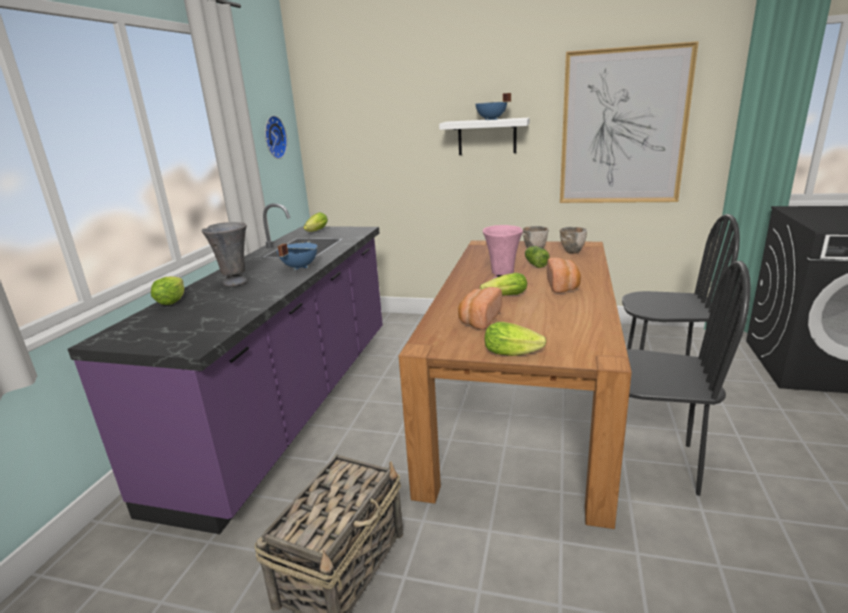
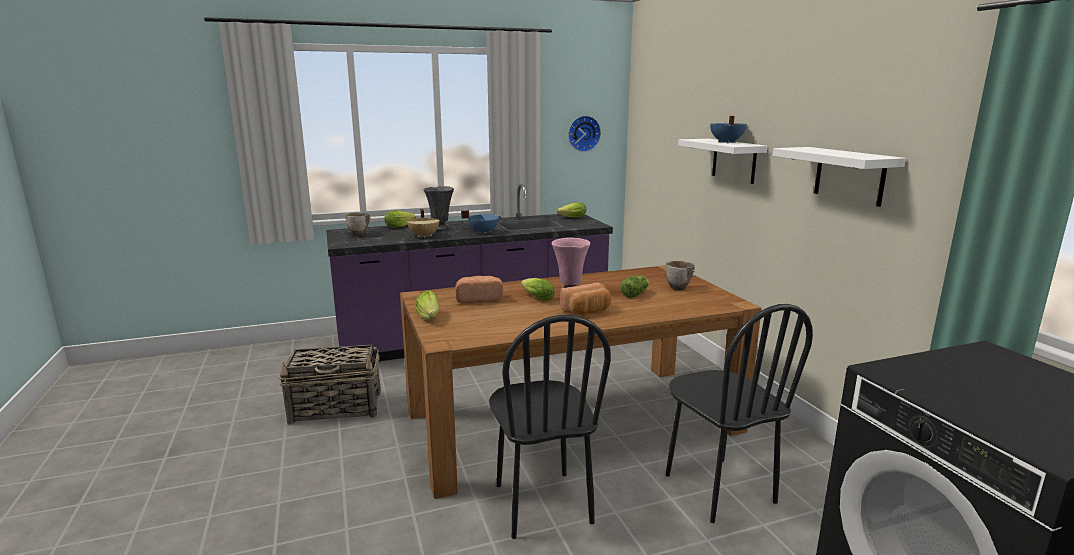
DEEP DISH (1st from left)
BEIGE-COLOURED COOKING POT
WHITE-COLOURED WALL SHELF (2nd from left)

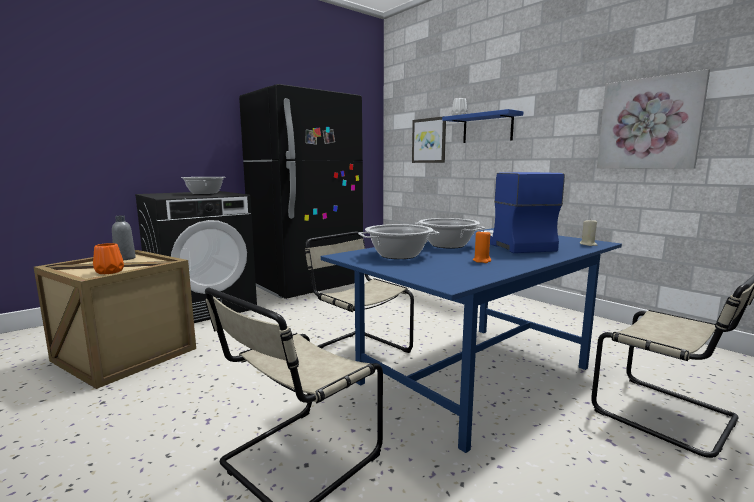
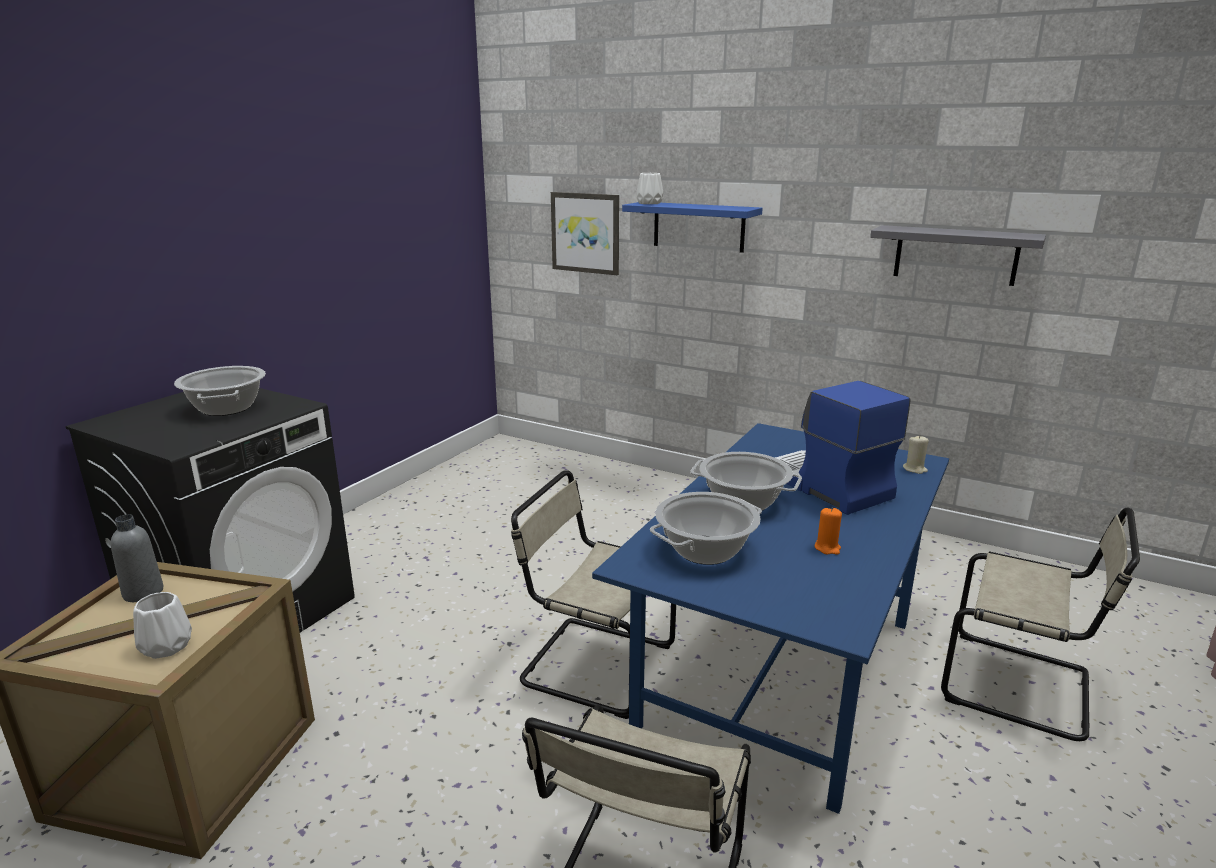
WHITE-COLOURED FLOWER VASE (1st from left)
GREY WALL SHELF
BLACK KITCHEN FRIDGE

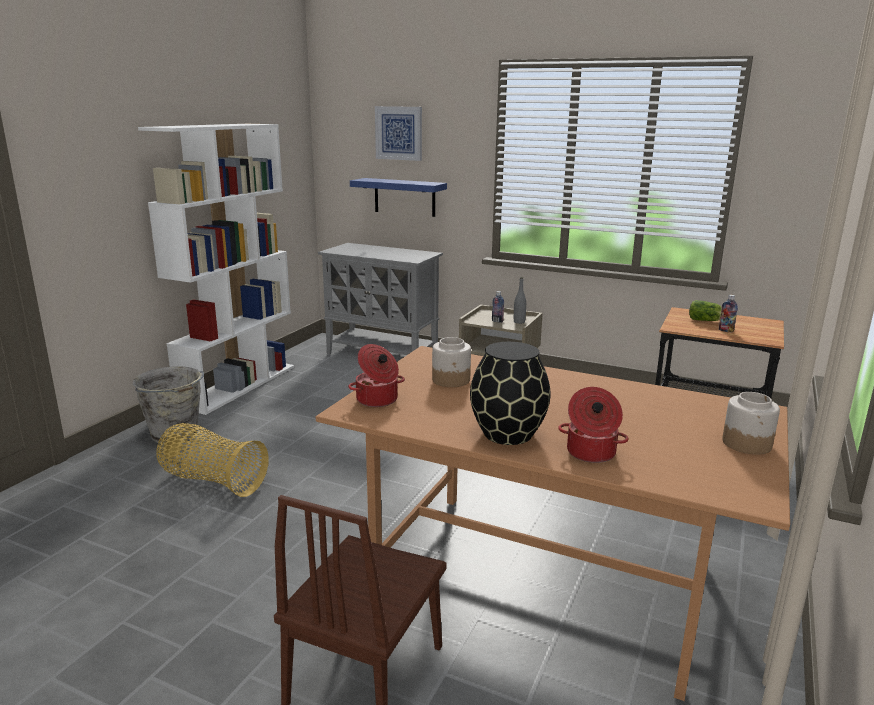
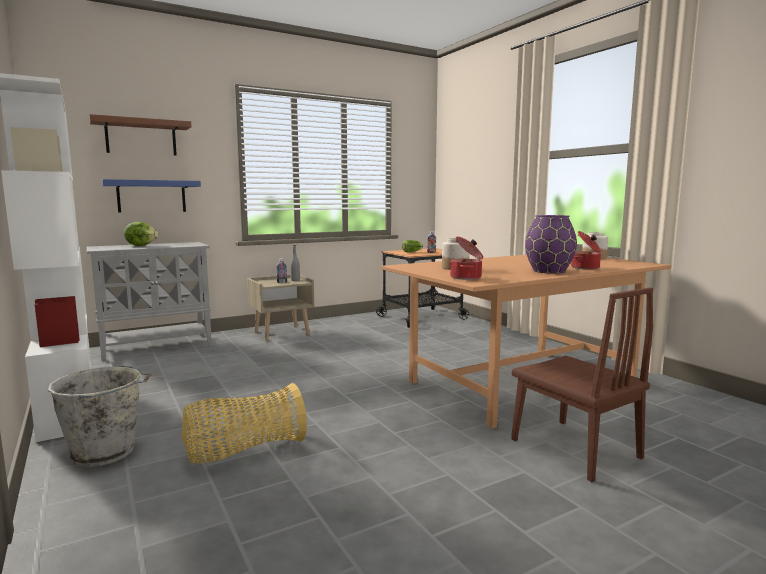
BROWN-COLOURED WALL SHELF
HEAD OF LETTUCE (1st from left)
PURPLE-COLOURED FLOWER VASE

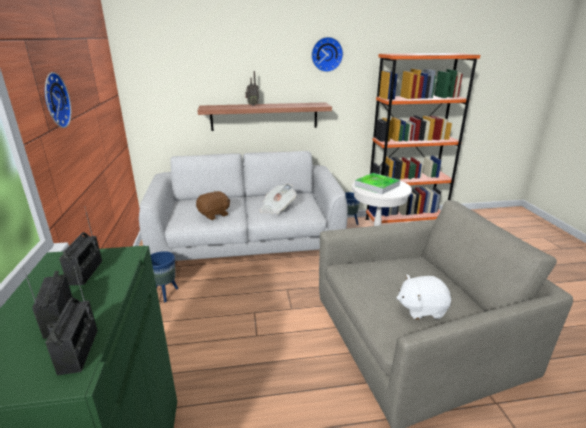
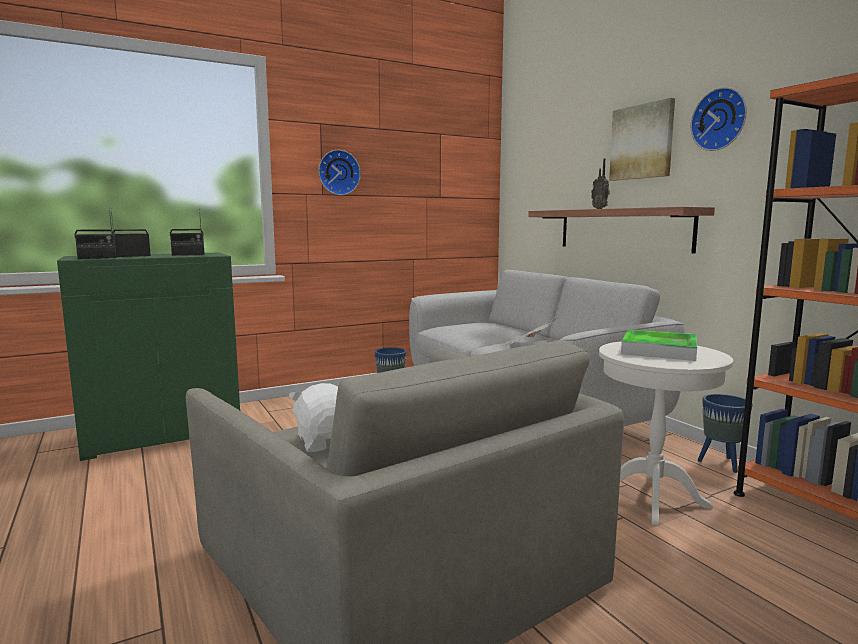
WALL PICTURE
BROWN-COLOURED CUDDLY TOY

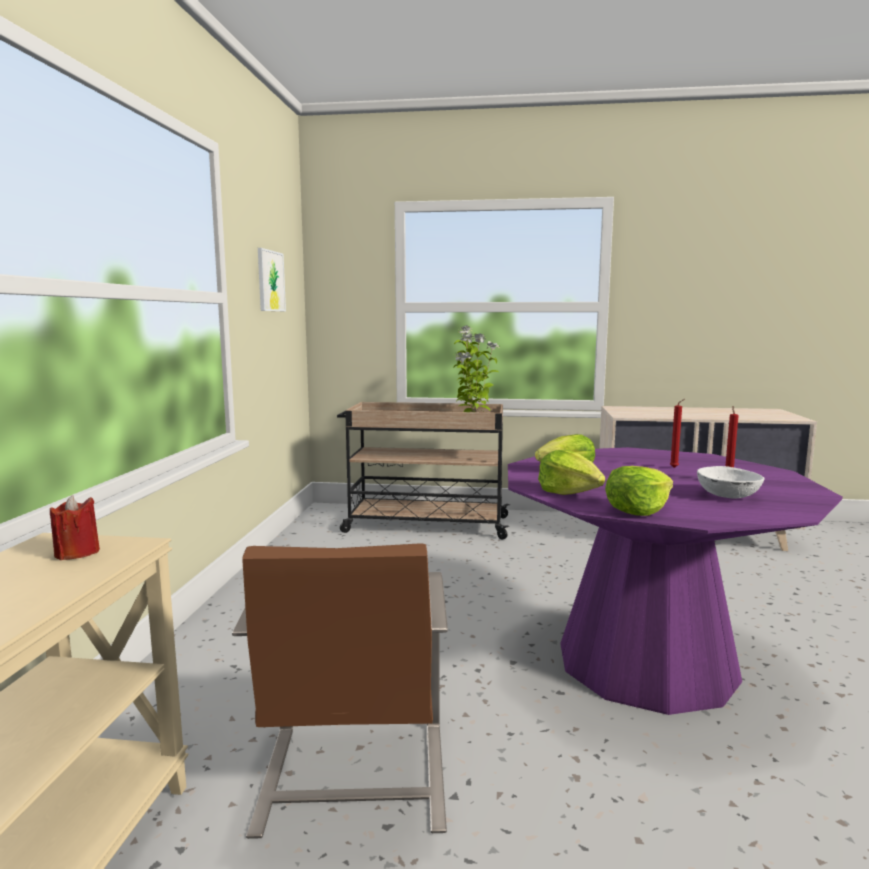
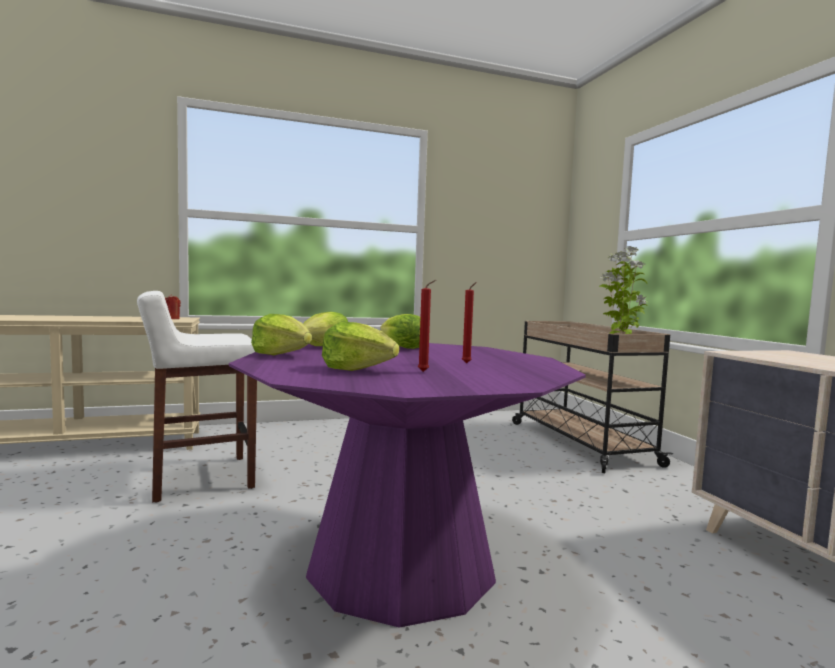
WHITE-COLOURED STOOL
HEAD OF LETTUCE (3rd from left)
WALL PICTURE

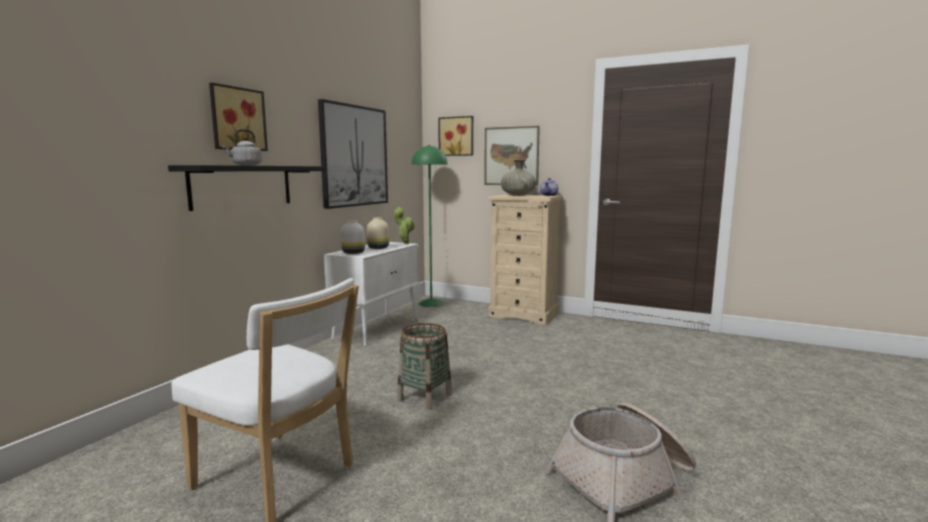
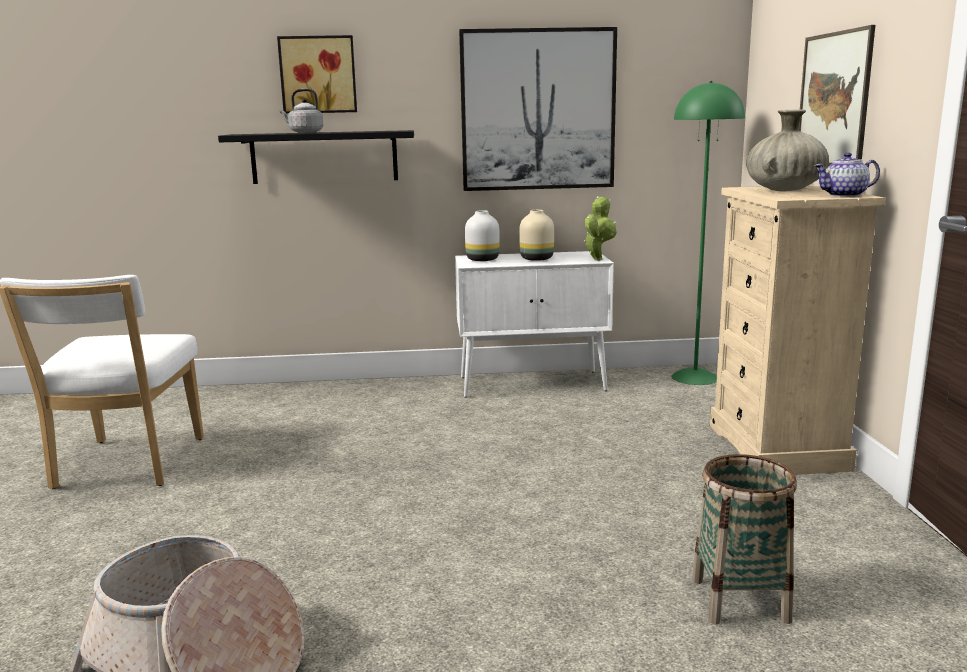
HOUSEHOLD BASKET (2nd from left)
WALL PICTURE (3rd from left in the first image)

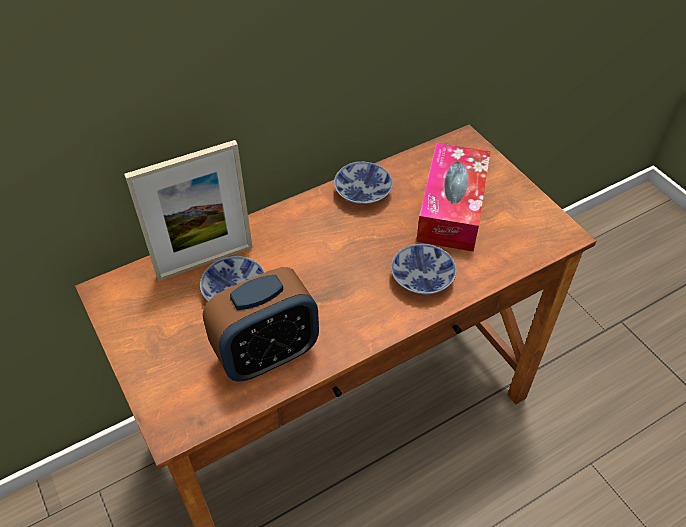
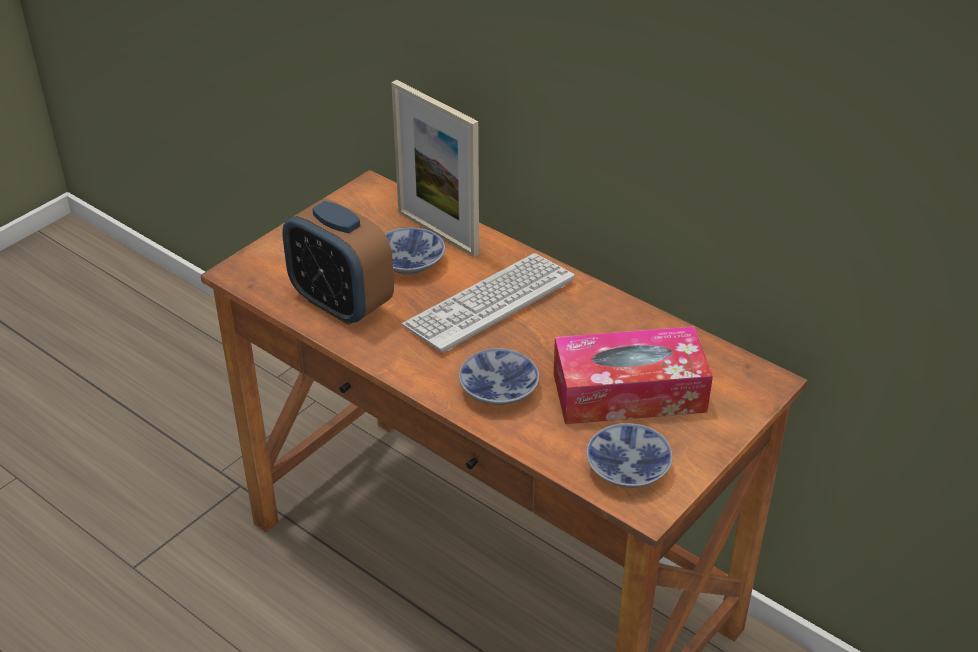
KEYBOARD
DEEP DISH (3rd from left)

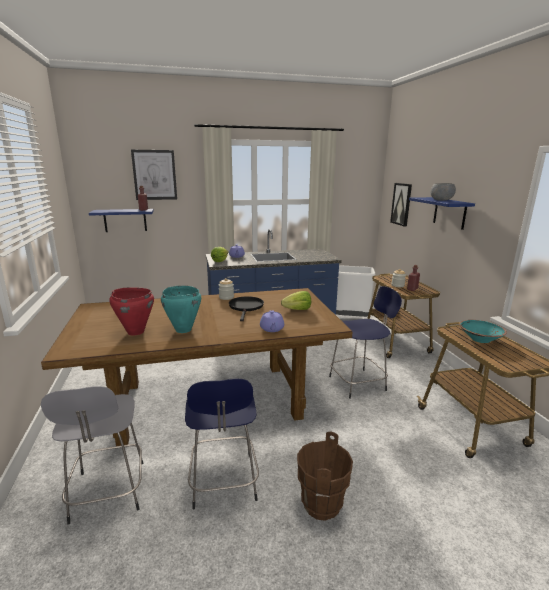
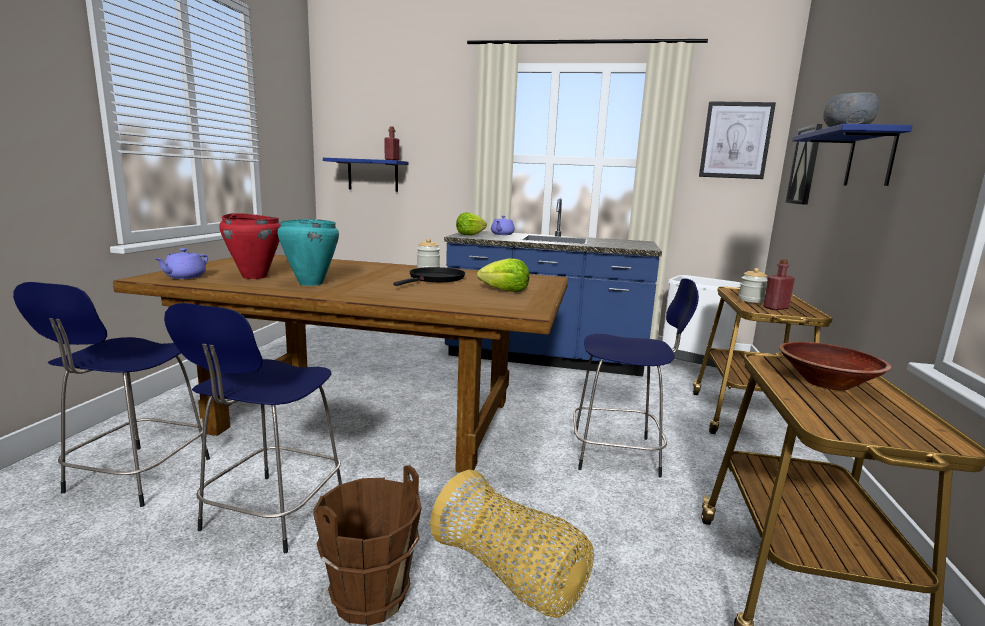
BLUISH STOOL (1st from left)
PURPLE-COLOURED TEAPOT (1st from left)
HOUSEHOLD BASKET
WALL PICTURE (1st from left)
BROWN-COLOURED DEEP DISH

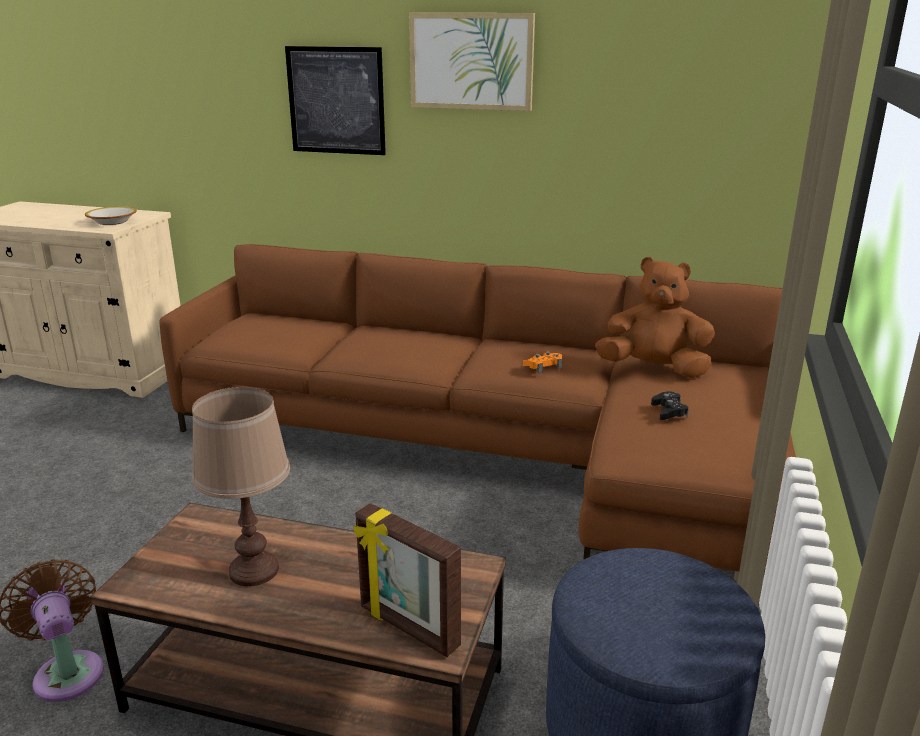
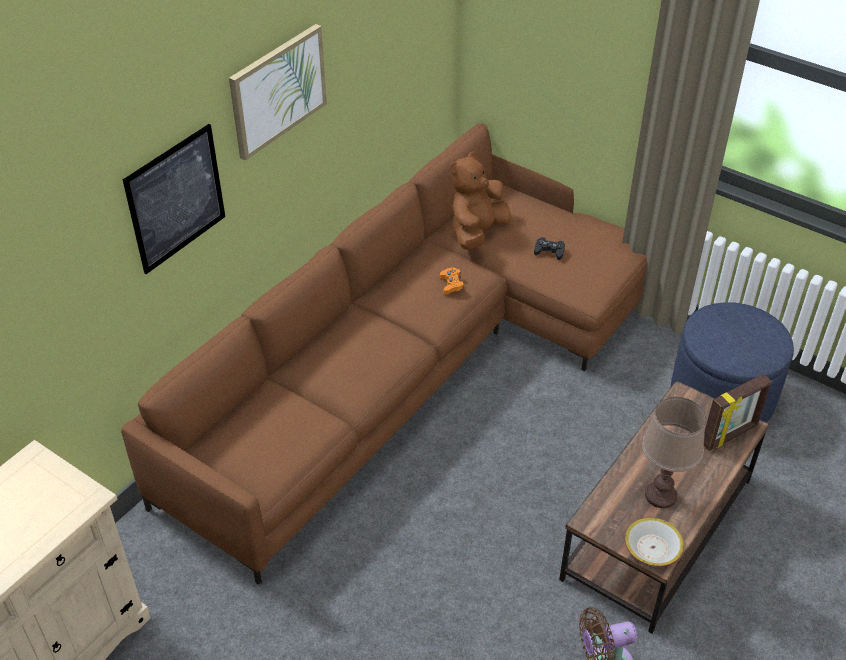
DEEP DISH

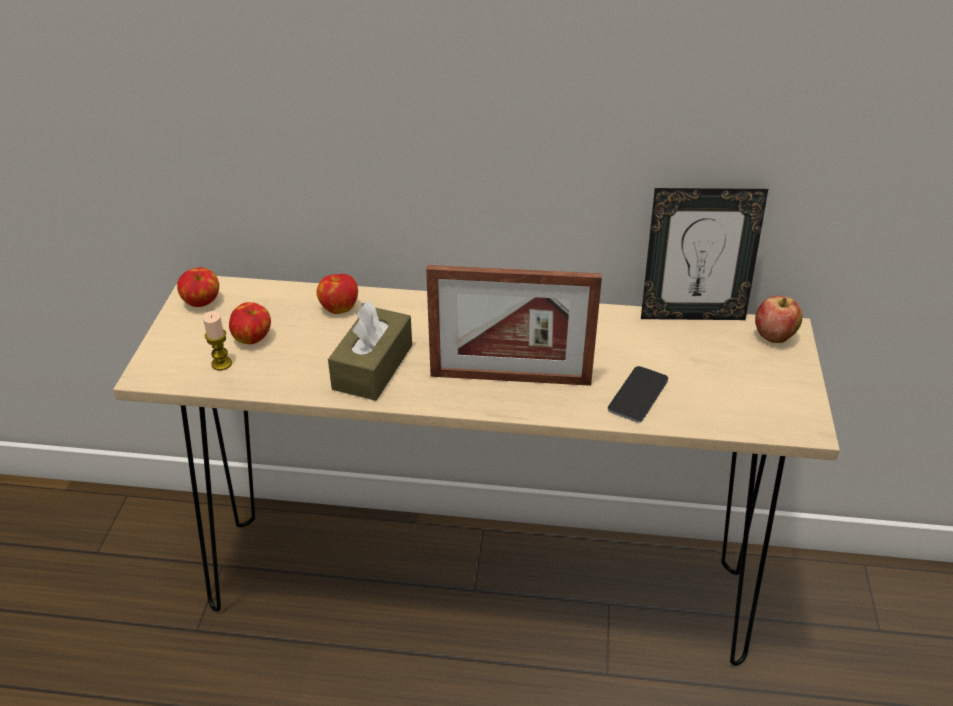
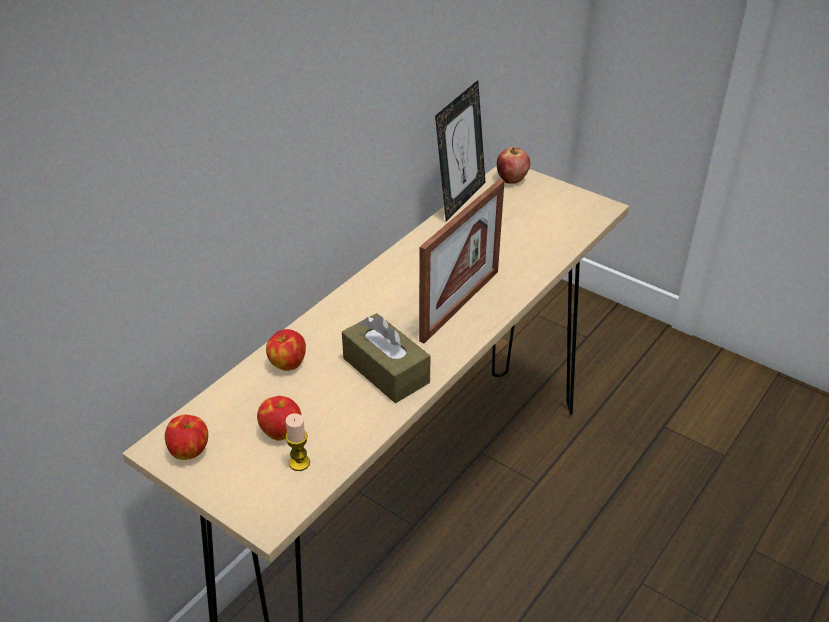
PHONE

